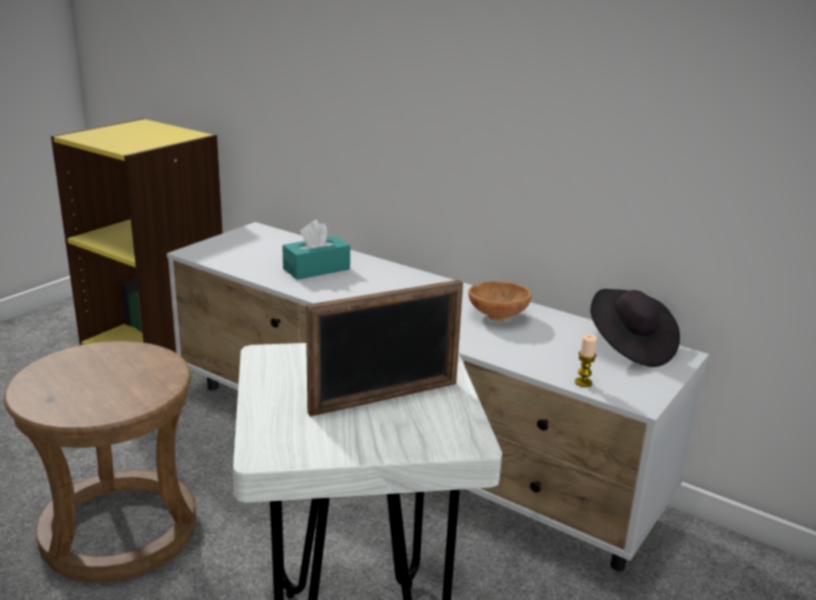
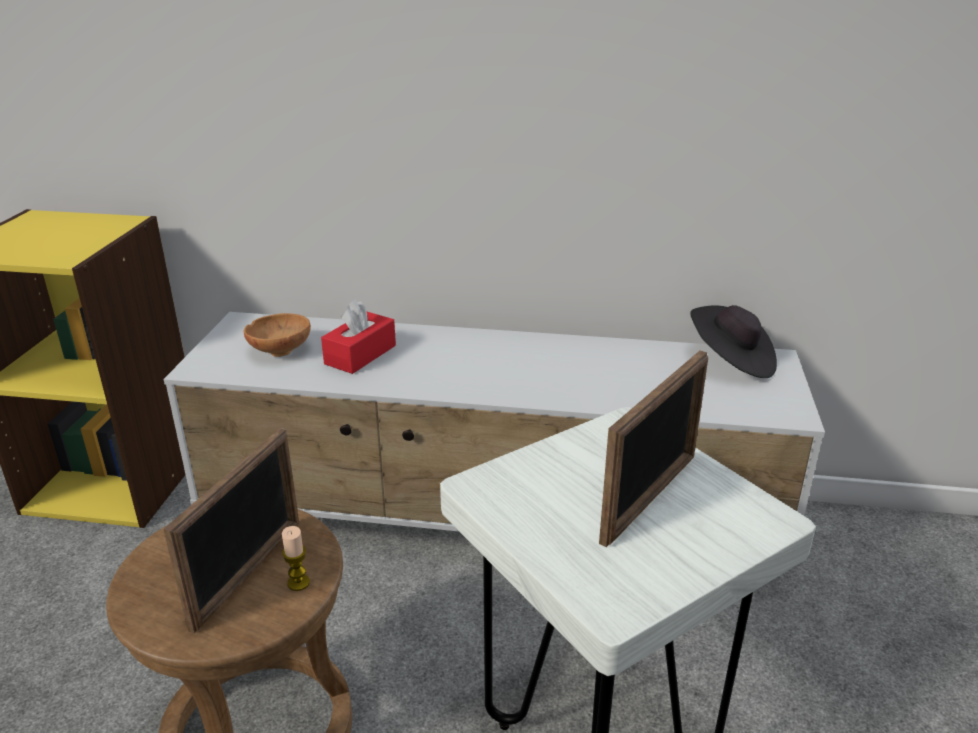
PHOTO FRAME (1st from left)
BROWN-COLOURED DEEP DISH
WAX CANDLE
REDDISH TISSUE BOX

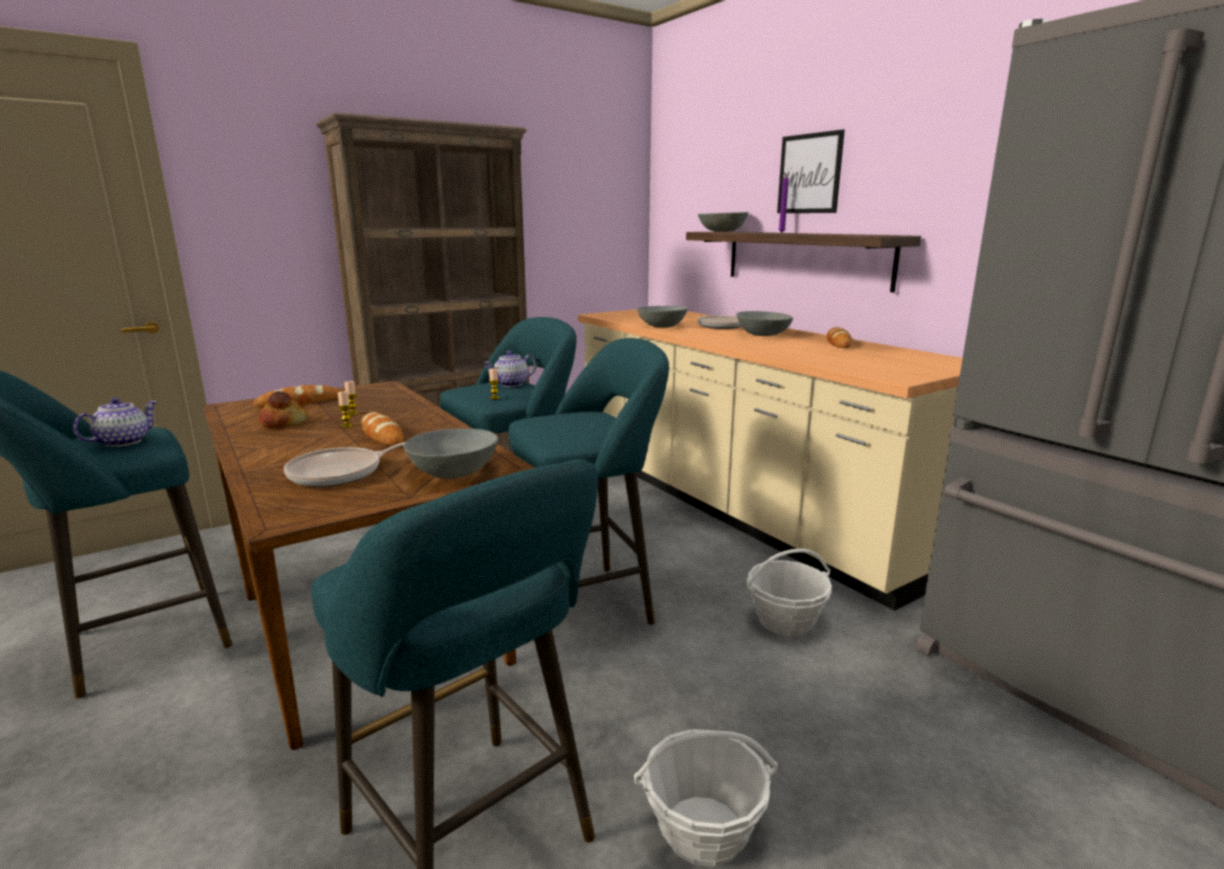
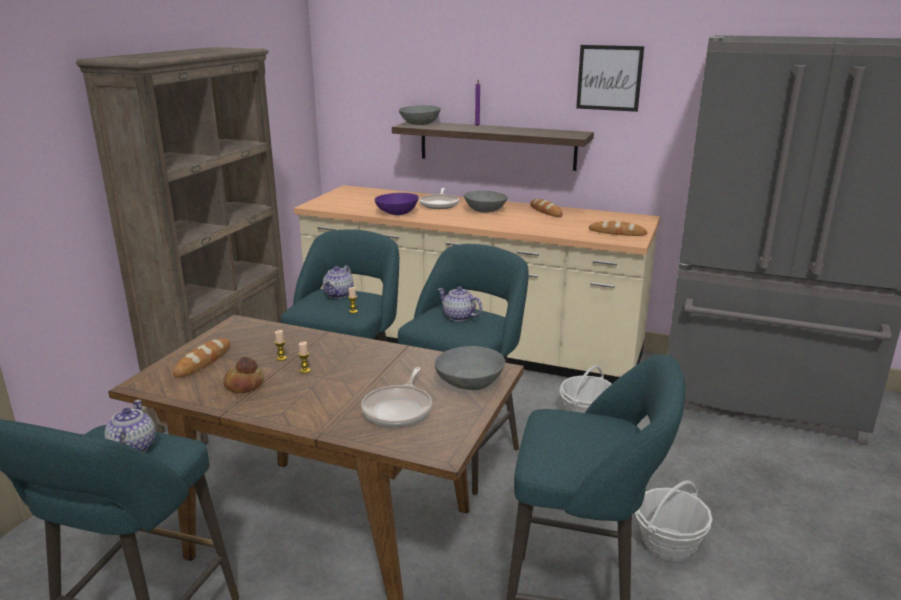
PURPLE-COLOURED DEEP DISH
TEAPOT (3rd from left)
WALL PICTURE
BAKED BREAD (4th from left)

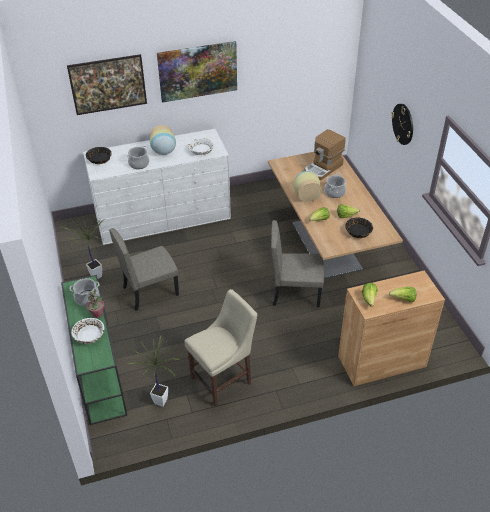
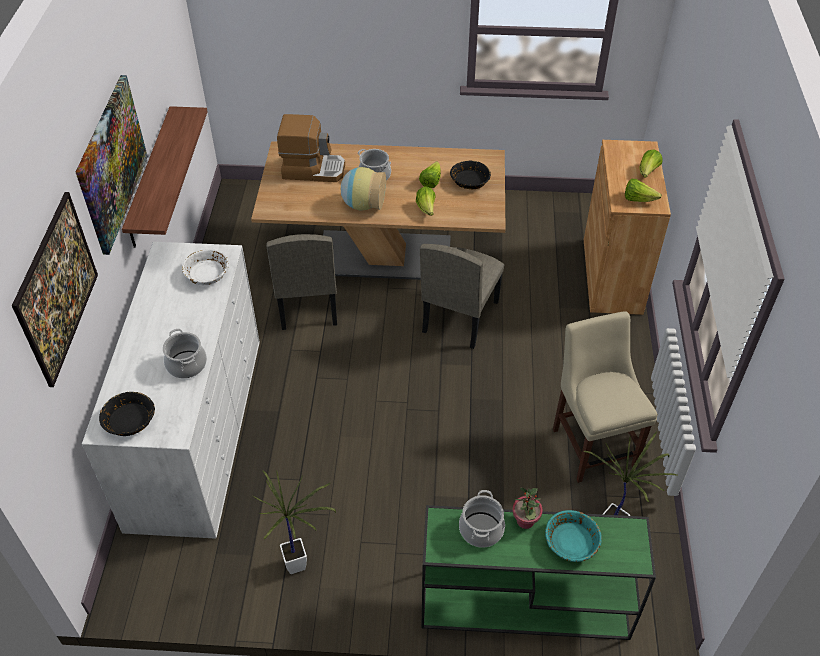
WALL SHELF
BEIGE-COLOURED CHAIR (1st from left)
COFFEE MAKER
TURQUOISE DEEP DISH
FLOWER VASE (1st from left in the first image)
WALL CLOCK

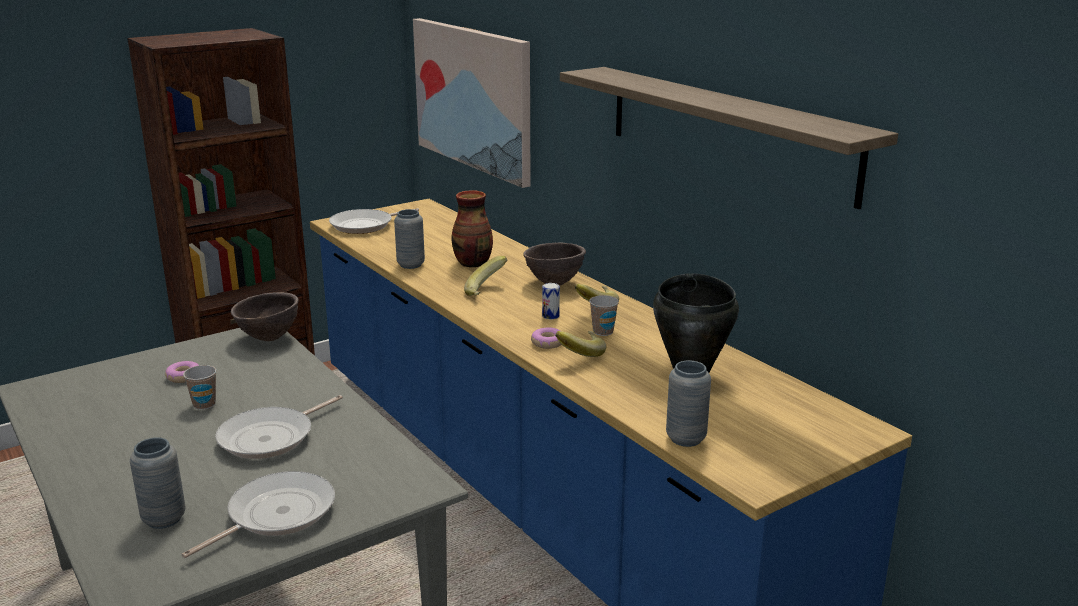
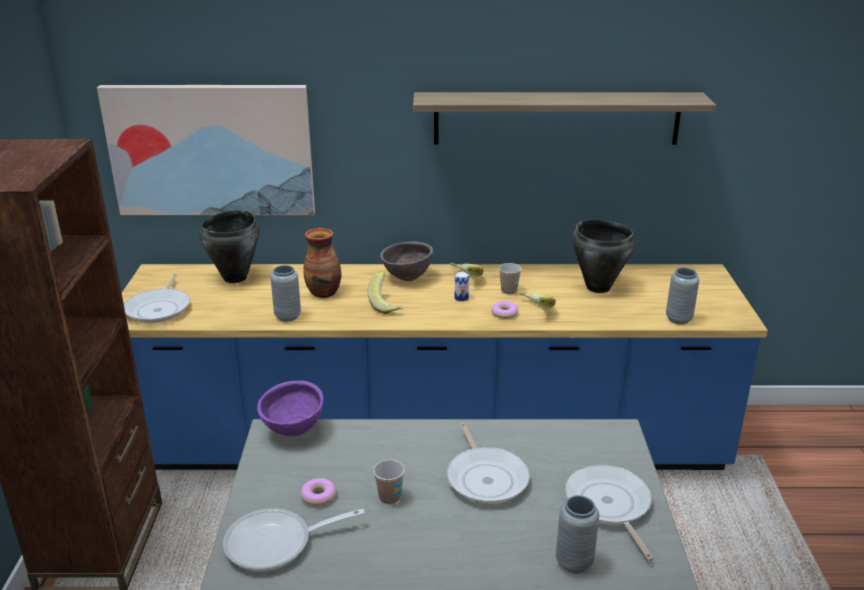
BLACK COOKING POT (1st from left)
PAN (2nd from left)
PURPLE-COLOURED DEEP DISH

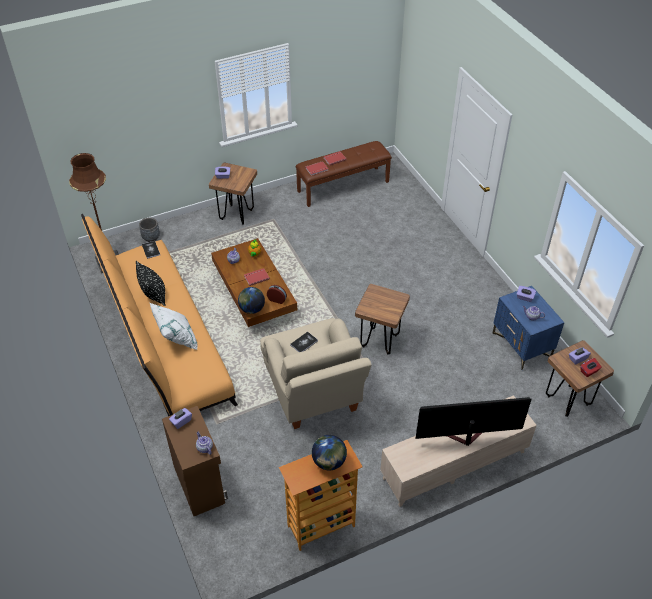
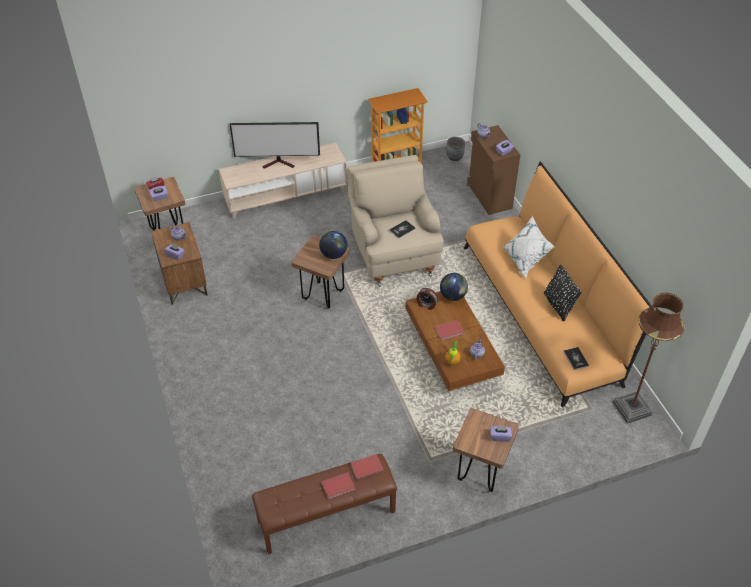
BROWN-COLOURED BEDSIDE TABLE
WORLD GLOBE (1st from left)
GREY PLANTER

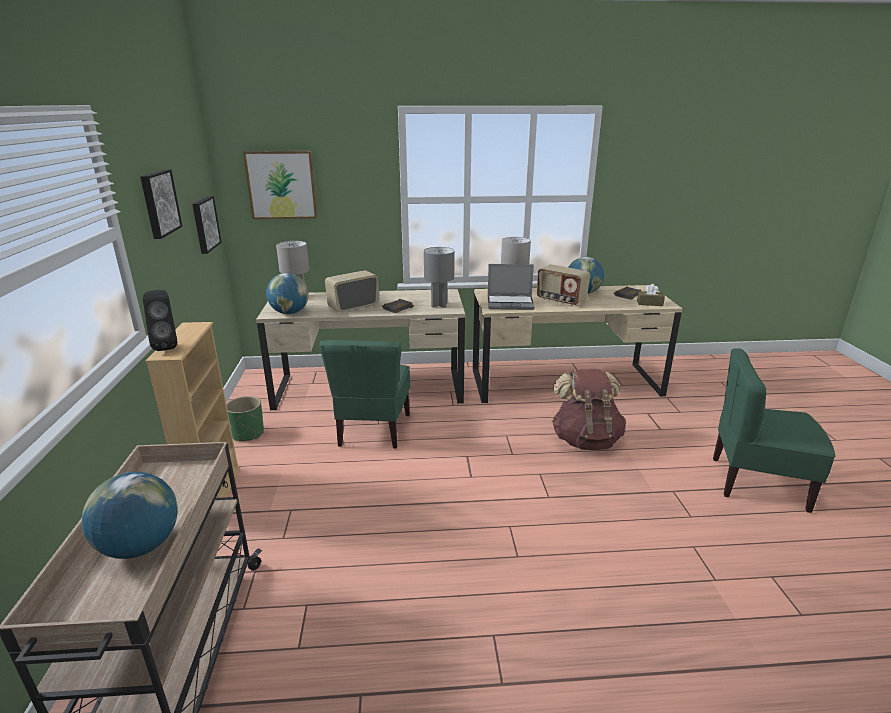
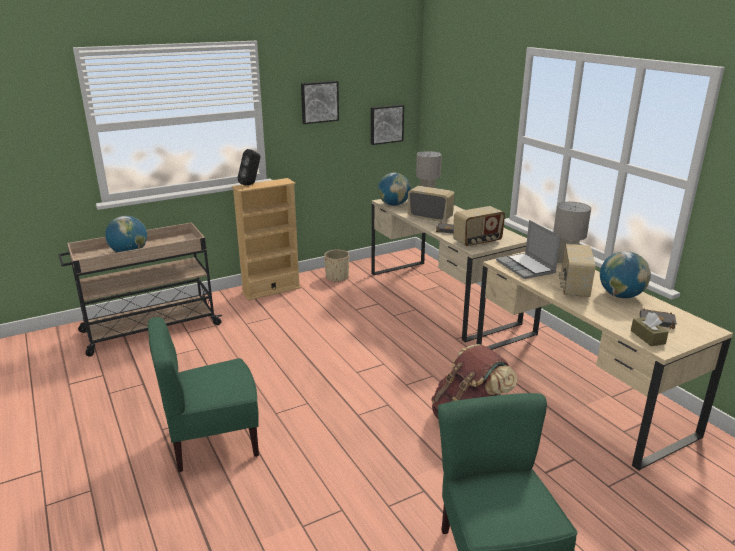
GREENISH CHAIR (1st from left)
BEIGE-COLOURED PLANTER
RADIO SET (2nd from left)
WALL PICTURE (3rd from left in the first image)

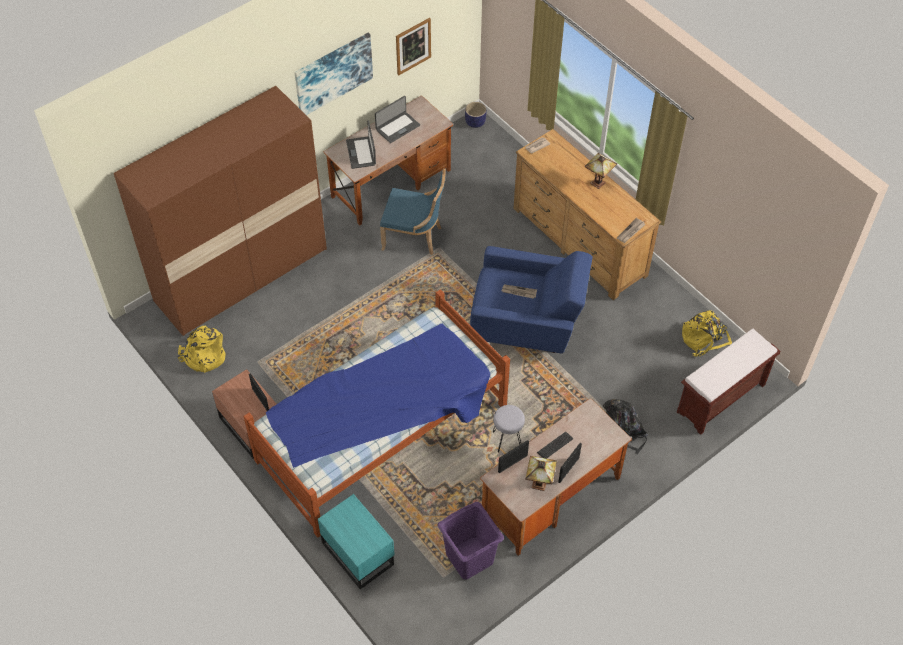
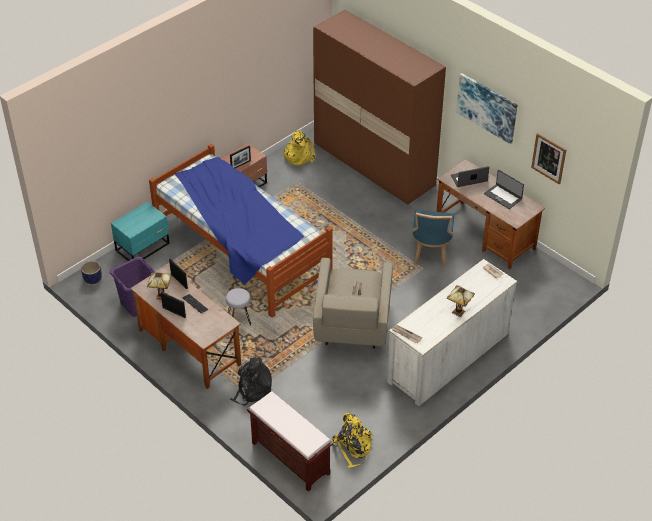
PLANTER
BEIGE-COLOURED ARMCHAIR
WHITE-COLOURED CHEST OF DRAWERS

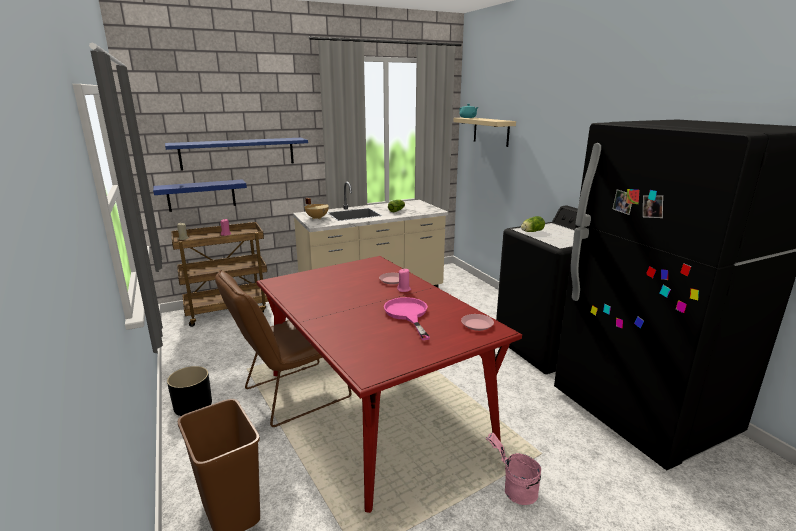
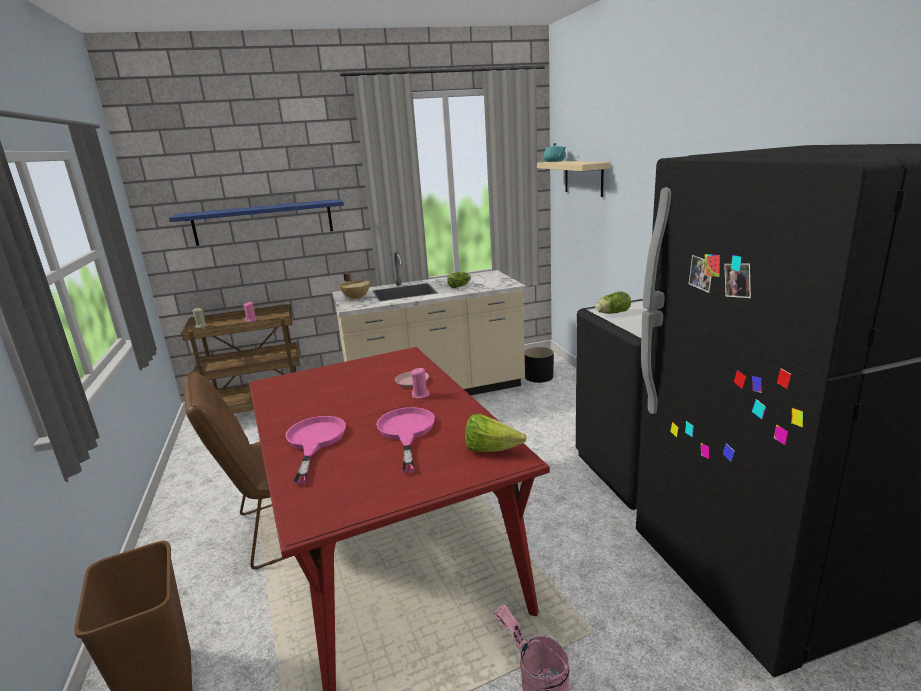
PINKISH PAN (1st from left)
HEAD OF LETTUCE (2nd from left)
BLACK PLANTER
BLUISH WALL SHELF (1st from left in the first image)

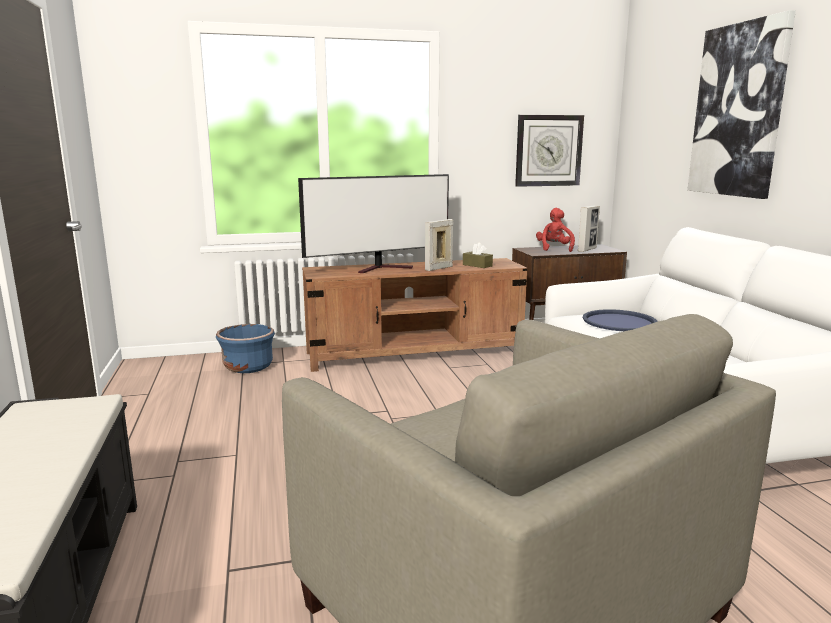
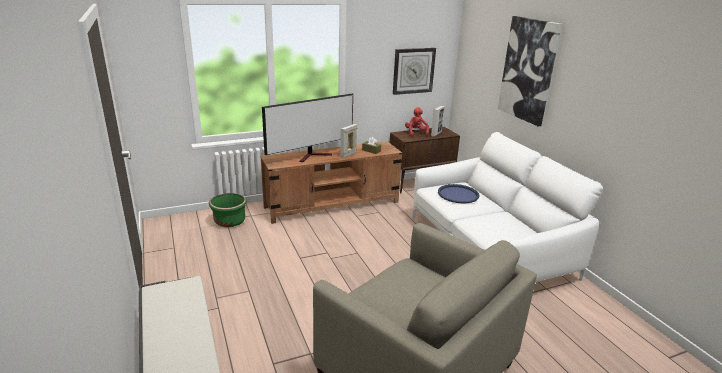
GREENISH PLANTER

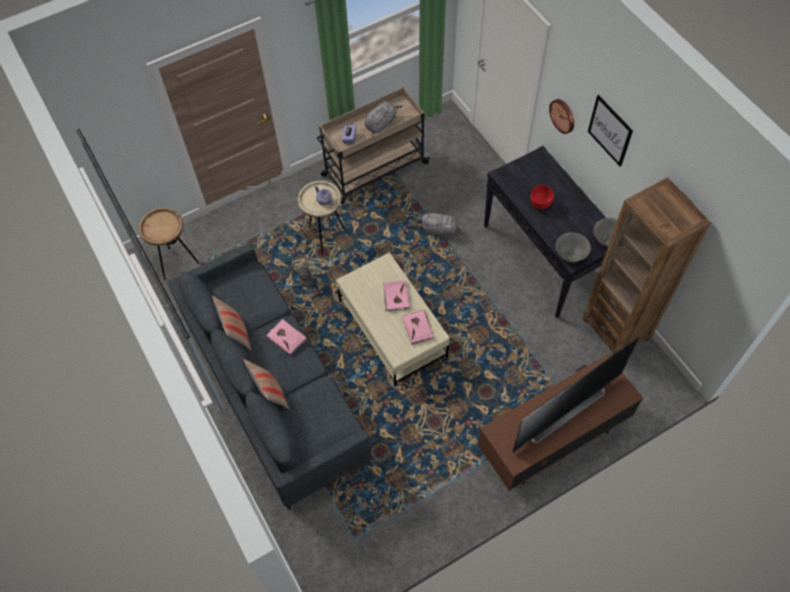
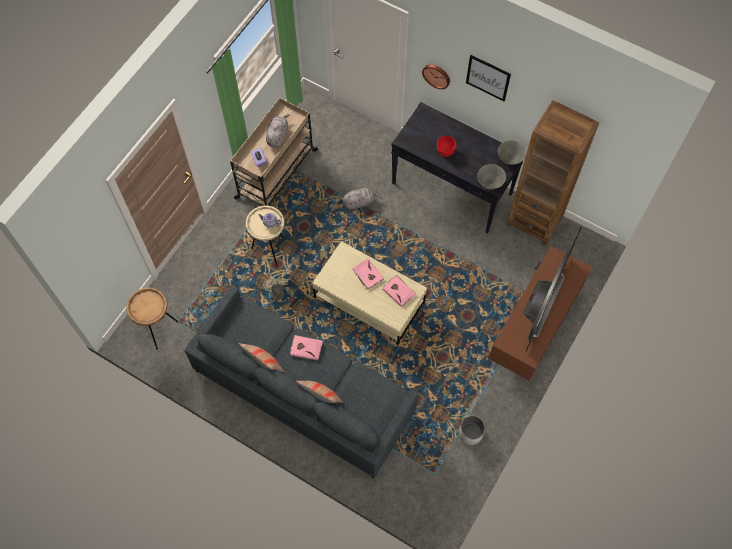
WHITE-COLOURED PLANTER

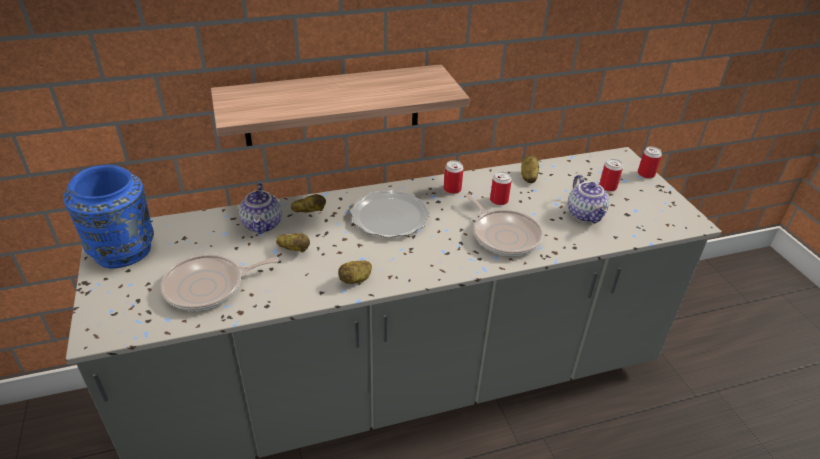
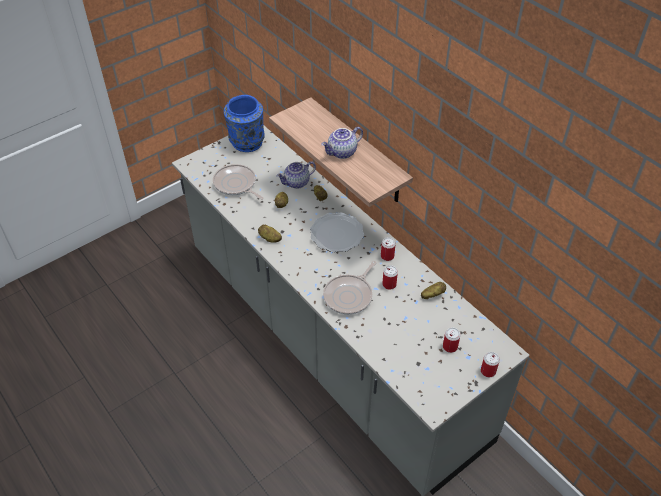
TEAPOT (2nd from left)

